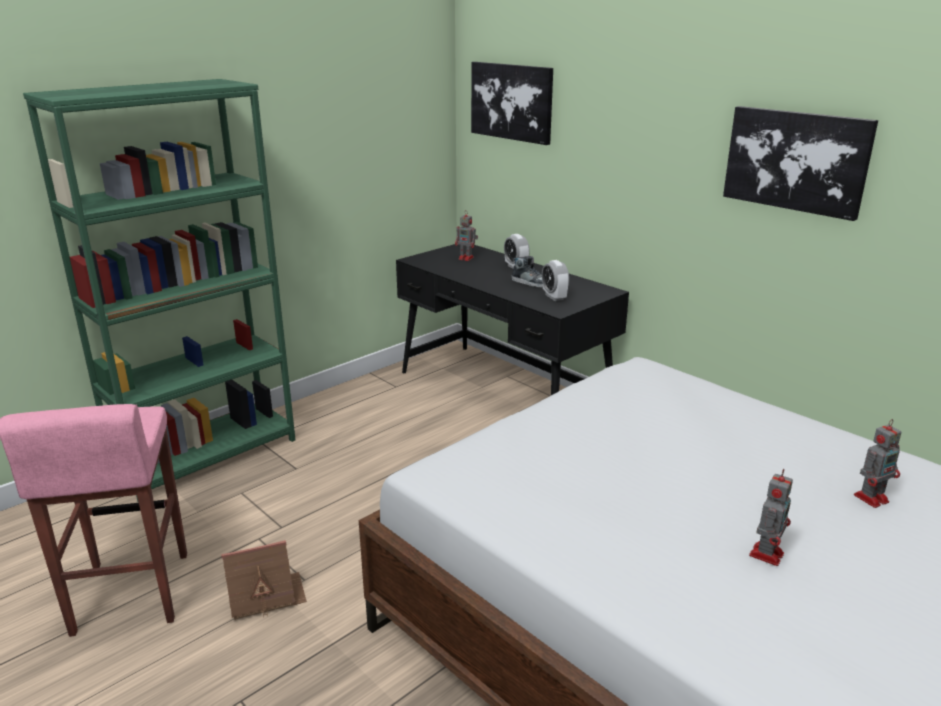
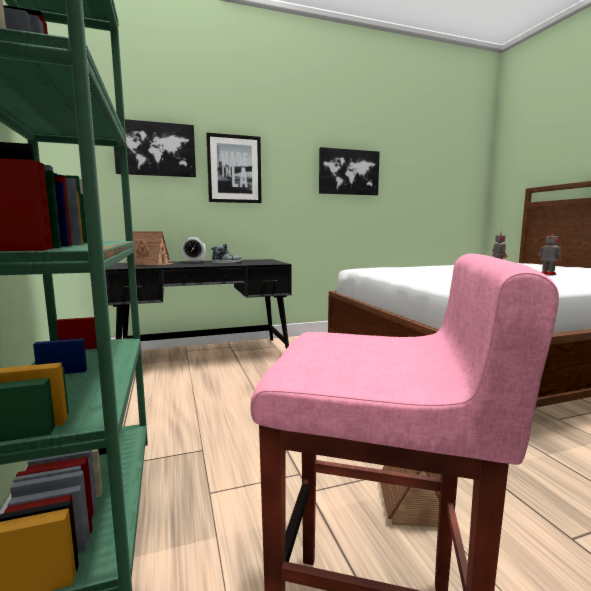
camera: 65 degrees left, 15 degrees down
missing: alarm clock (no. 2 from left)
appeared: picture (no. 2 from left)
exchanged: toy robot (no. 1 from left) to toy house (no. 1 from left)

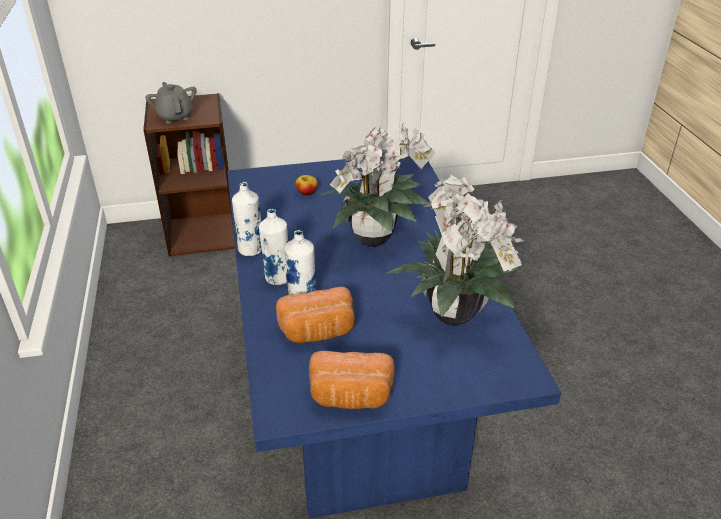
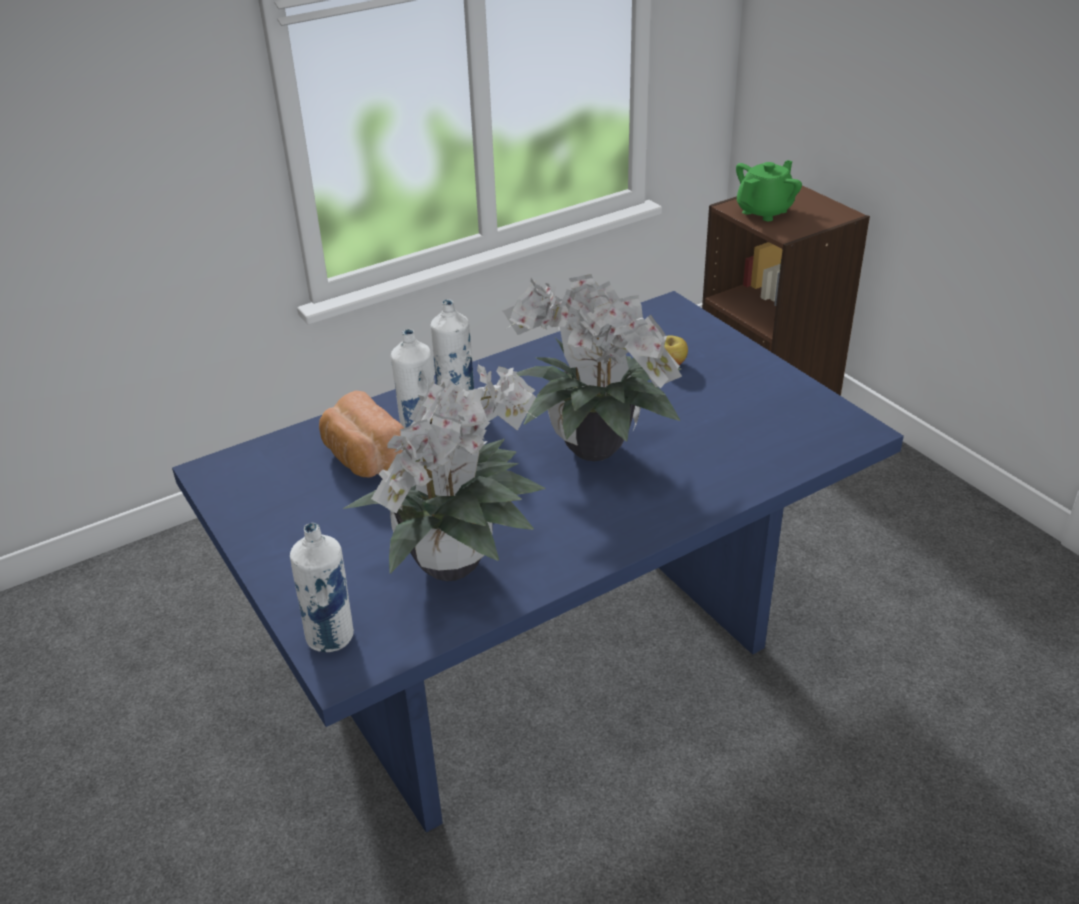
camera: 70 degrees right, 0 degrees up
missing: bread (no. 2 from left)
relocated: white bottle (no. 1 from left)
colour: grey teapot to green teapot

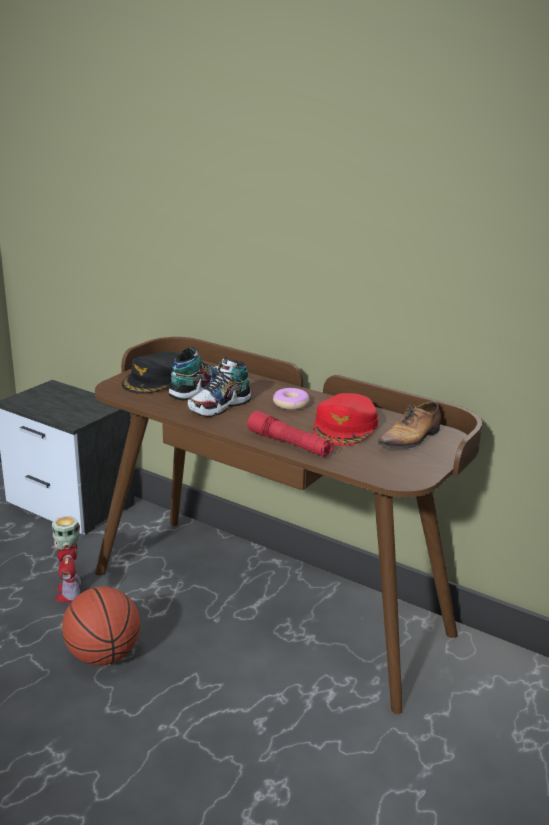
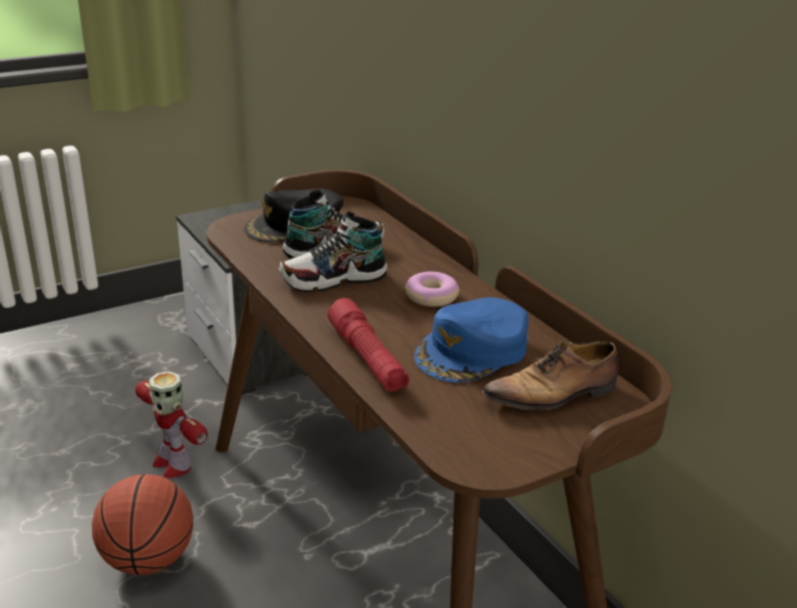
camera: 25 degrees right, 5 degrees up
colour: red cap to blue cap
spun: toy robot 60 degrees counterclockwise

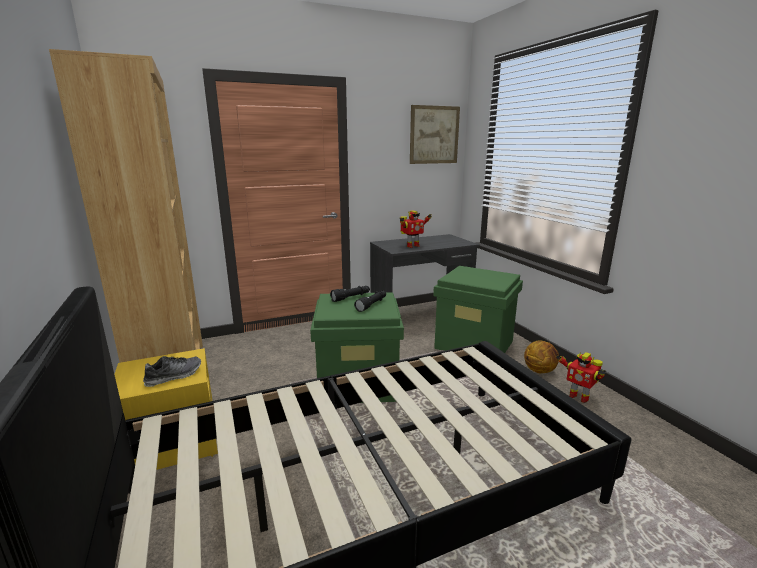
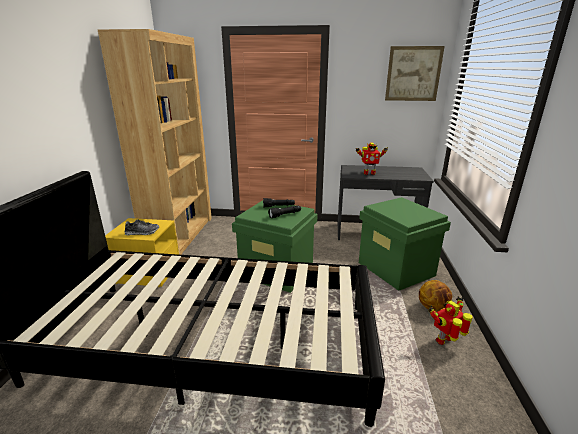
camera: 30 degrees right, 5 degrees up
spun: toy robot (no. 2 from left) 75 degrees clockwise

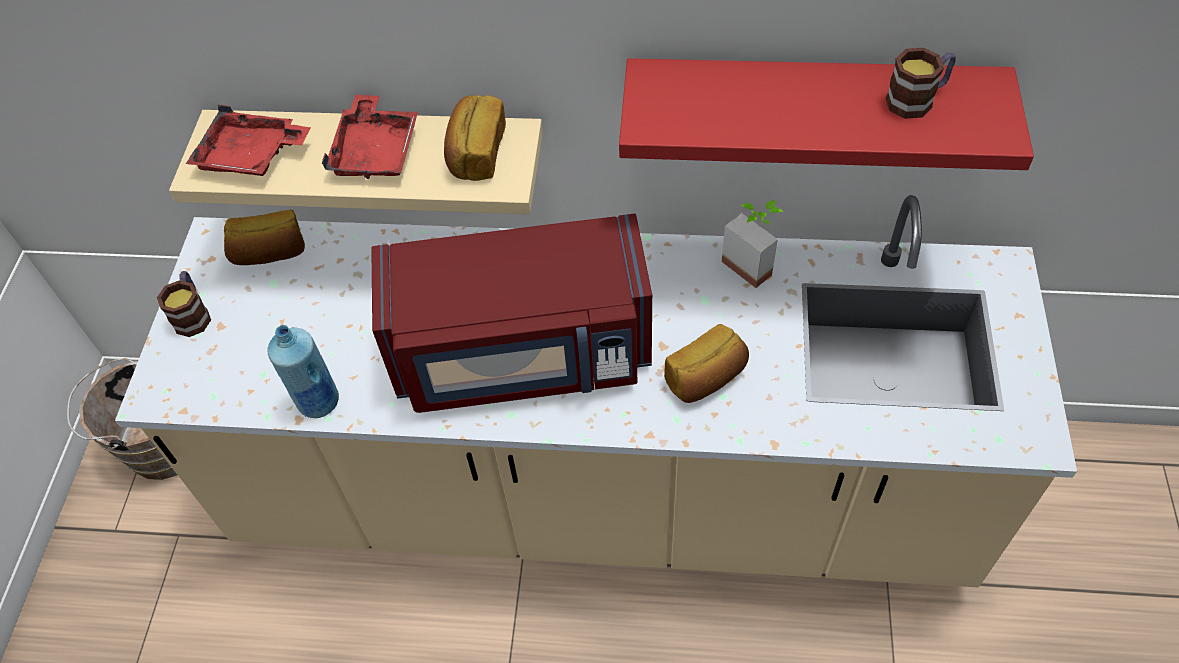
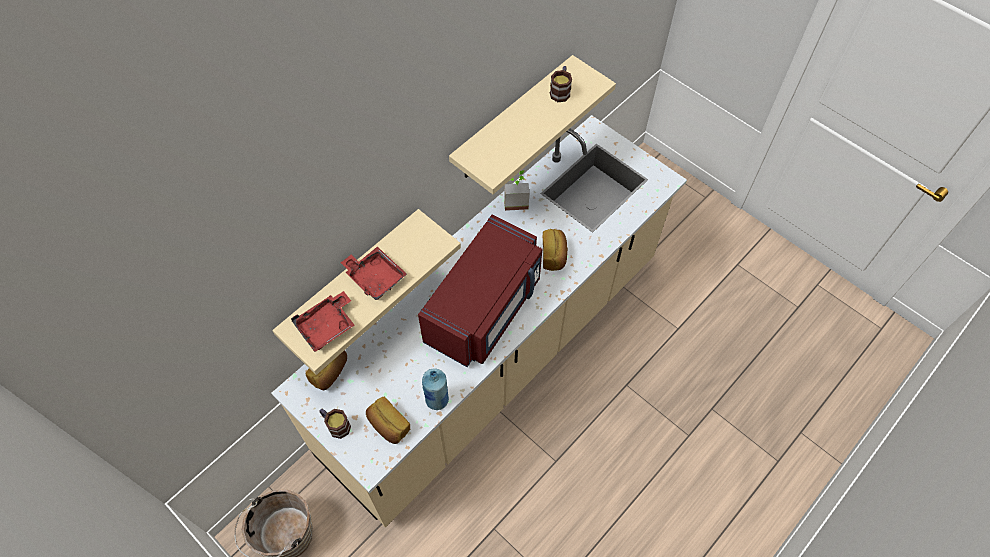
camera: 55 degrees left, 5 degrees up
relocated: bread (no. 2 from left)
colour: red shelf to beige shelf (no. 2 from left)

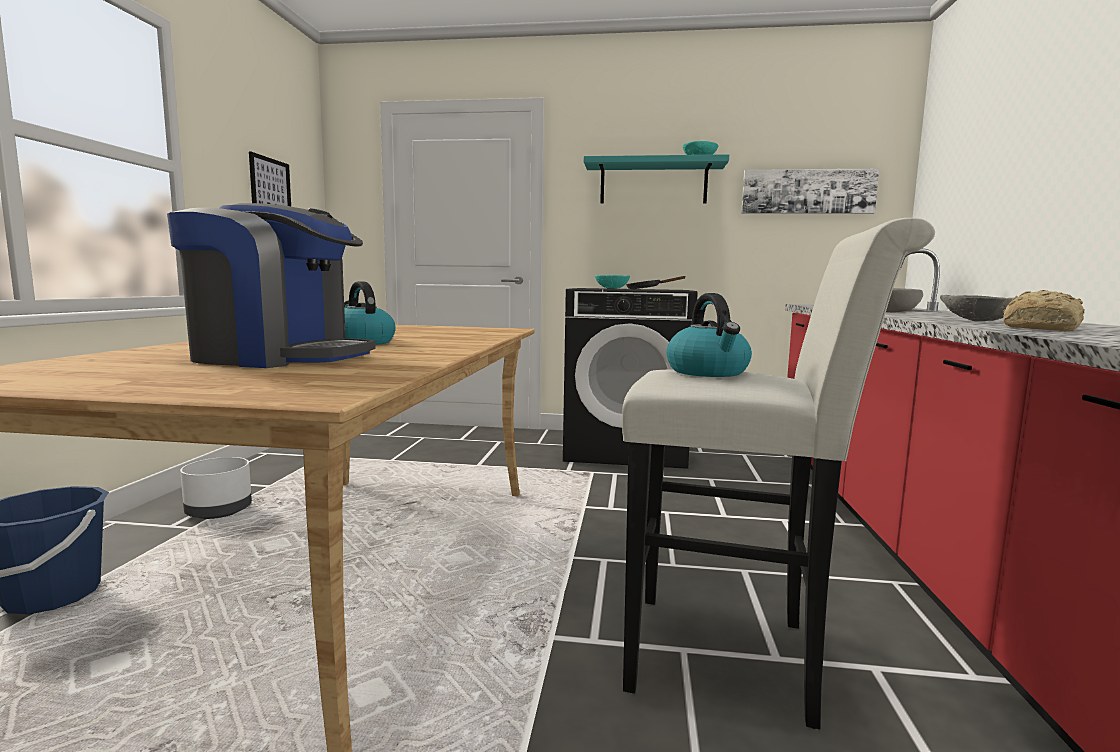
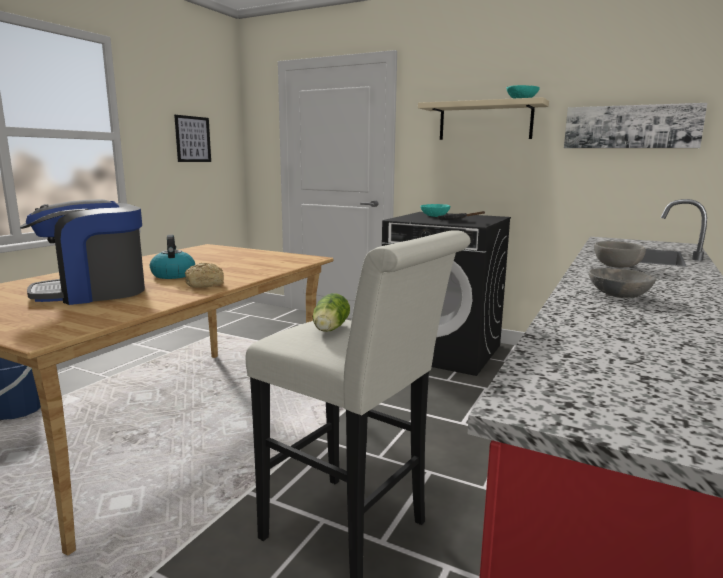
camera: 20 degrees right, 5 degrees up
missing: white planter
relocated: bread
exchanged: kettle (no. 2 from left) to lettuce
colour: turquoise shelf to beige shelf
spun: coffee machine 120 degrees clockwise

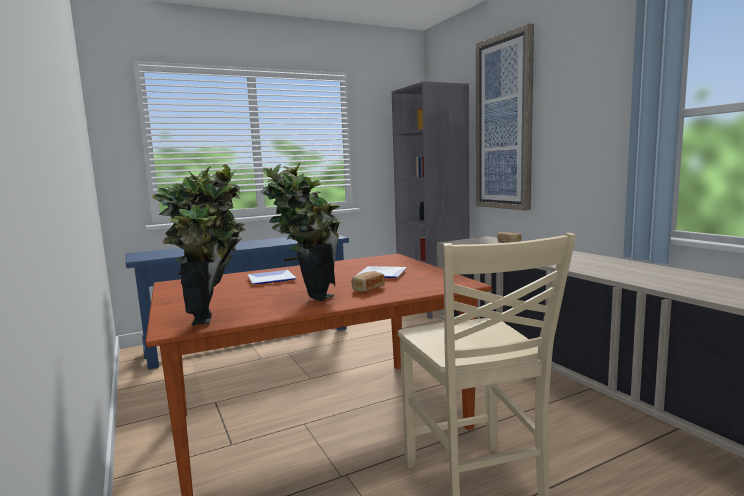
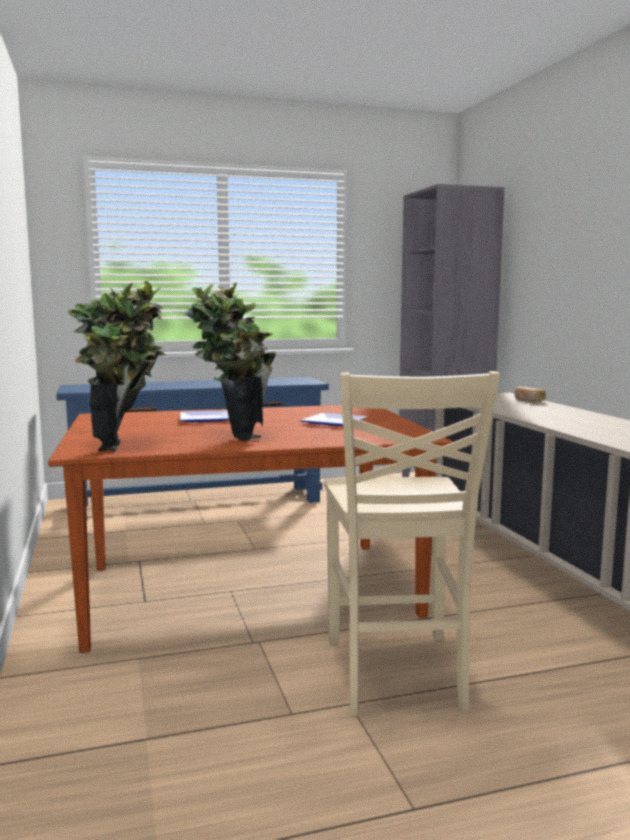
camera: 10 degrees right, 0 degrees up
missing: bread (no. 1 from left); picture

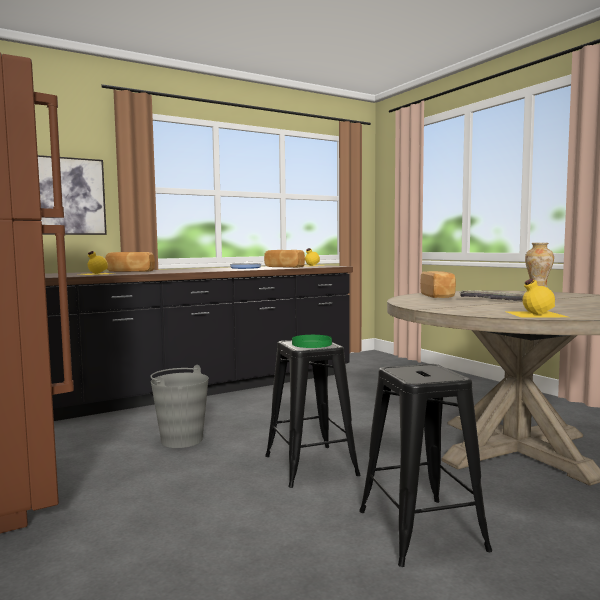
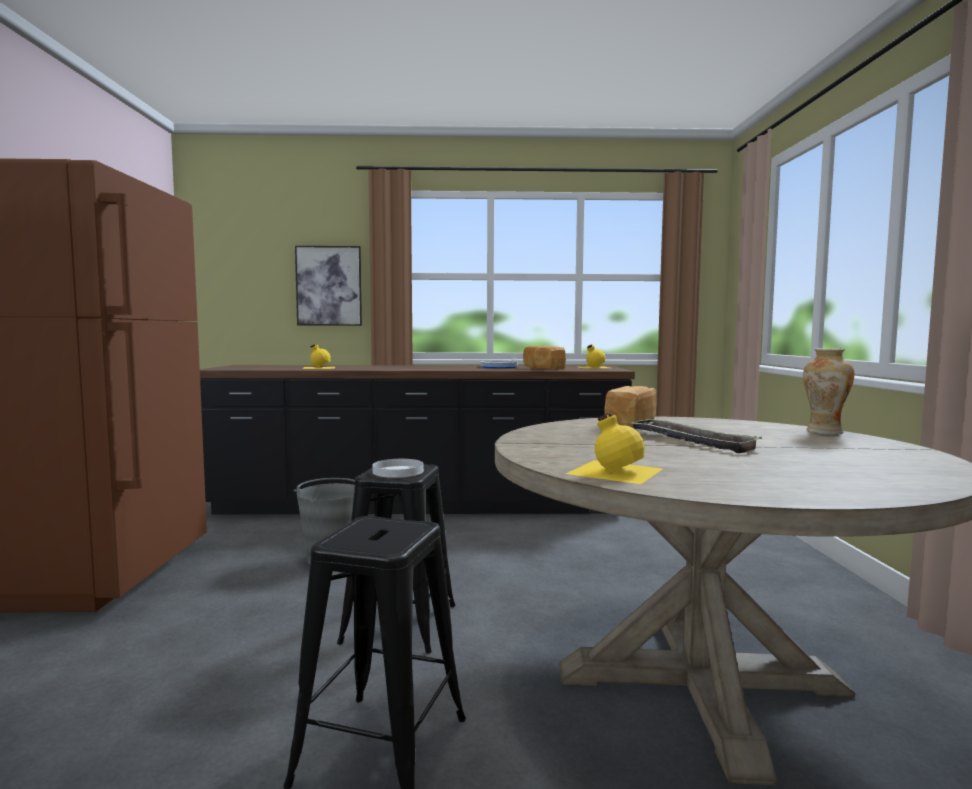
camera: 30 degrees right, 0 degrees up
missing: bread (no. 1 from left)
colour: green plate to white plate

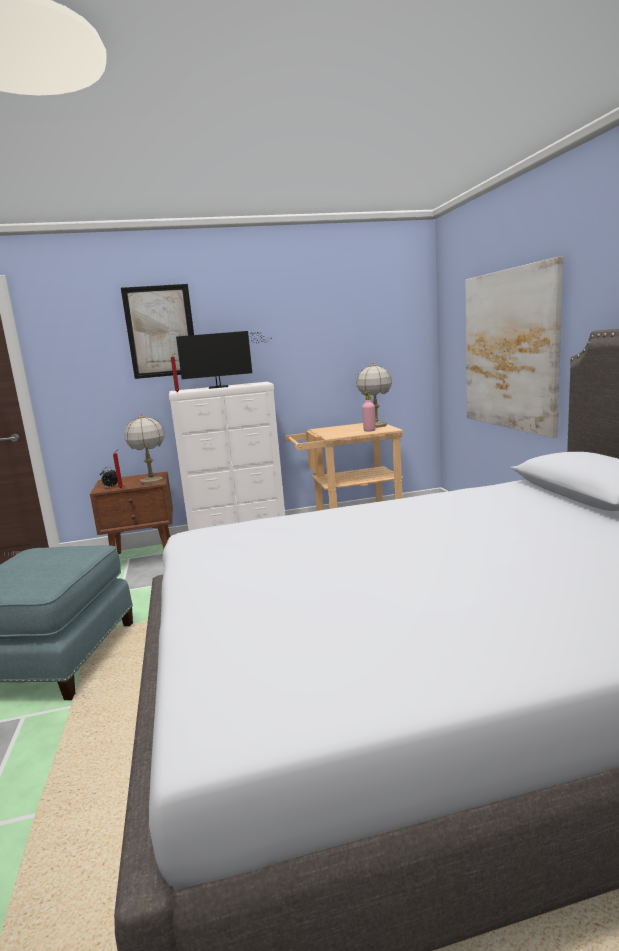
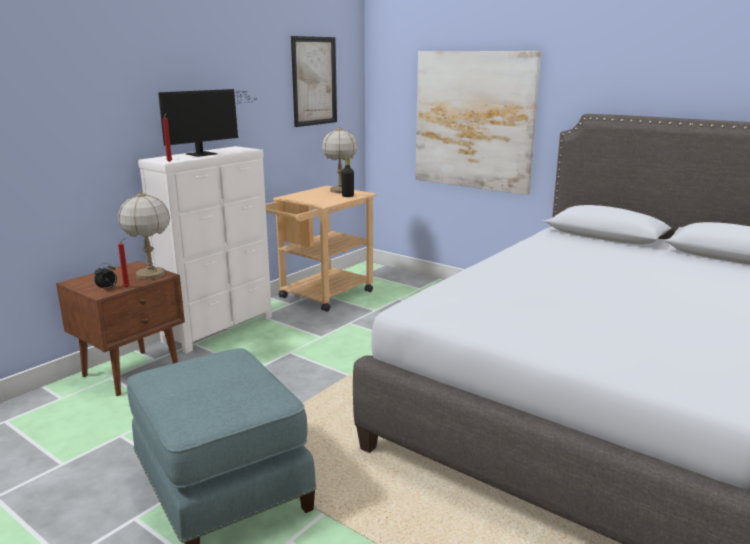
camera: 40 degrees left, 5 degrees up
relocated: picture (no. 1 from left)
colour: pink bottle to black bottle

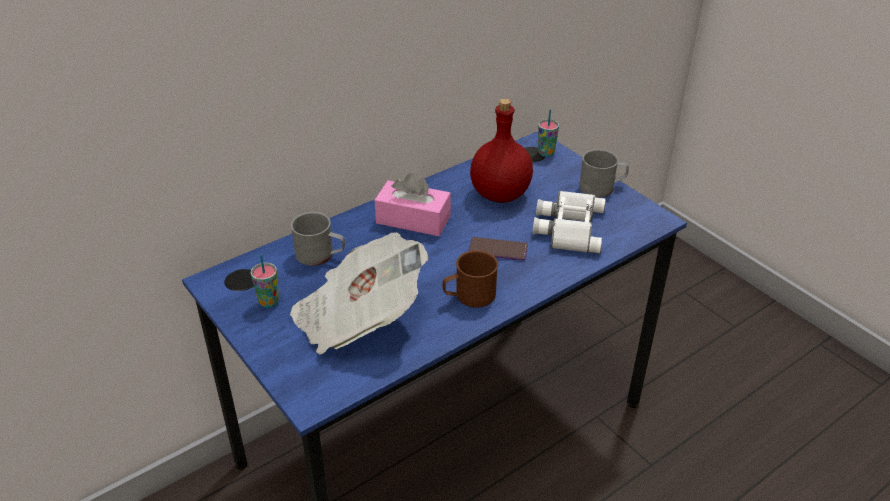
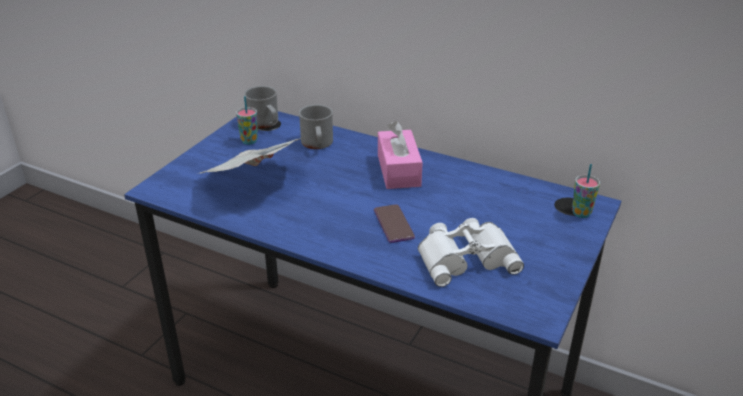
camera: 65 degrees right, 5 degrees down
missing: brown mug; red bottle
relocated: grey mug (no. 2 from left in the first image) to grey mug (no. 1 from left)

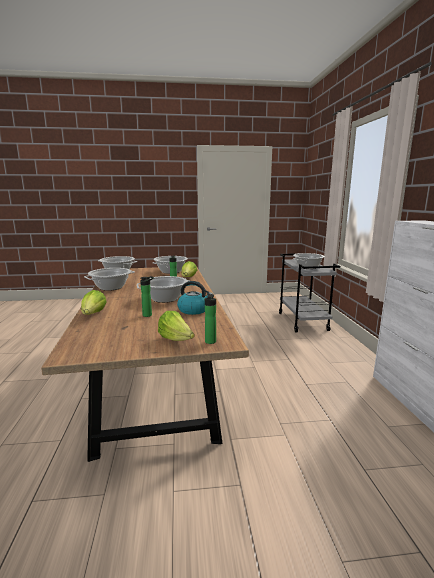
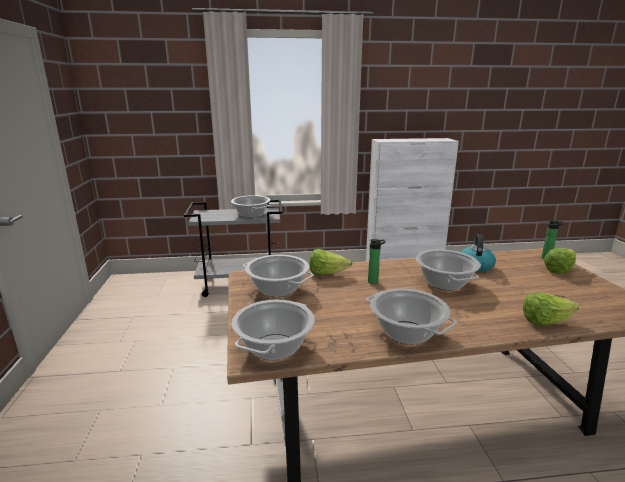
camera: 90 degrees left, 5 degrees up
missing: bottle (no. 1 from left)

